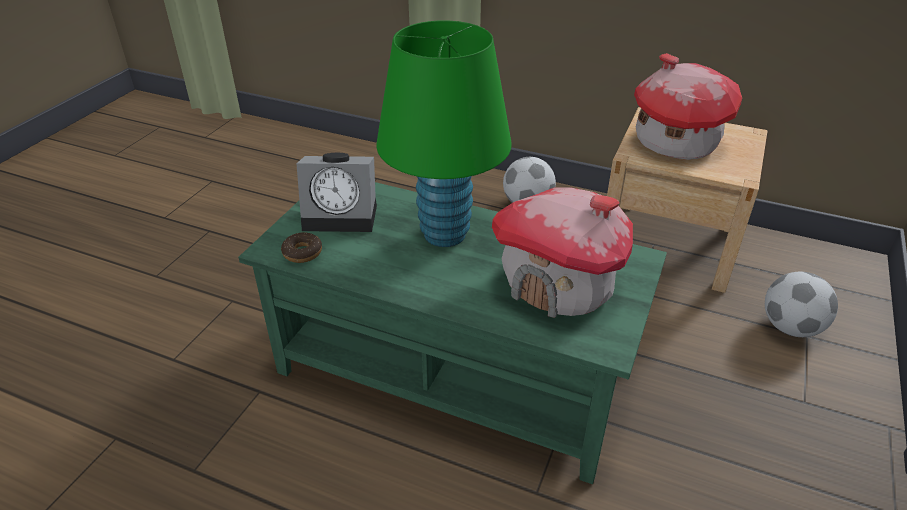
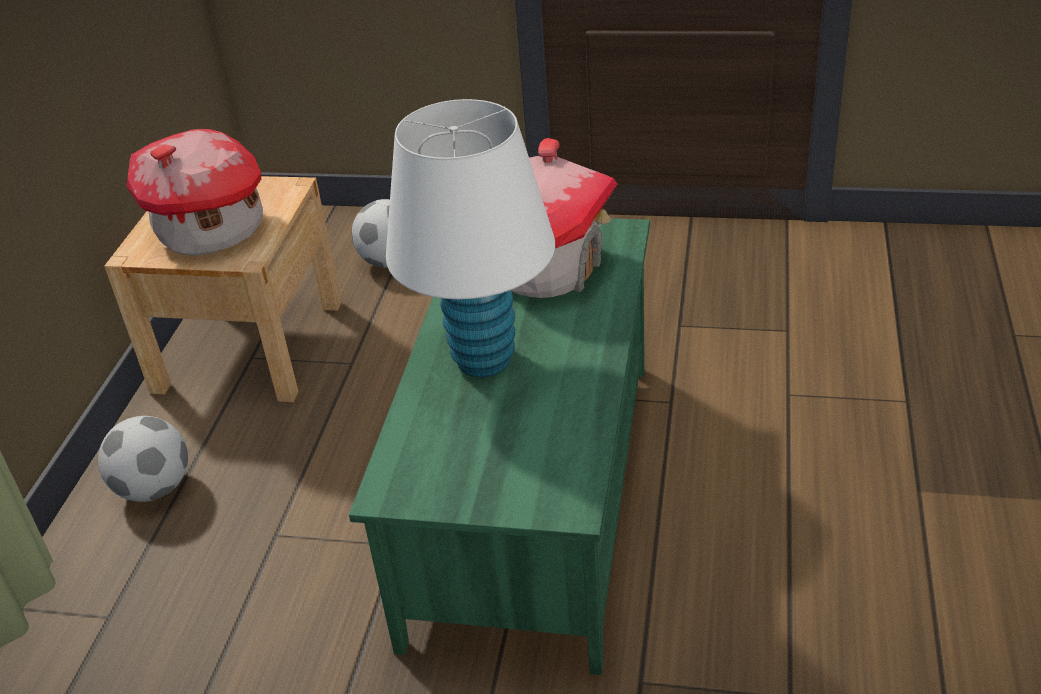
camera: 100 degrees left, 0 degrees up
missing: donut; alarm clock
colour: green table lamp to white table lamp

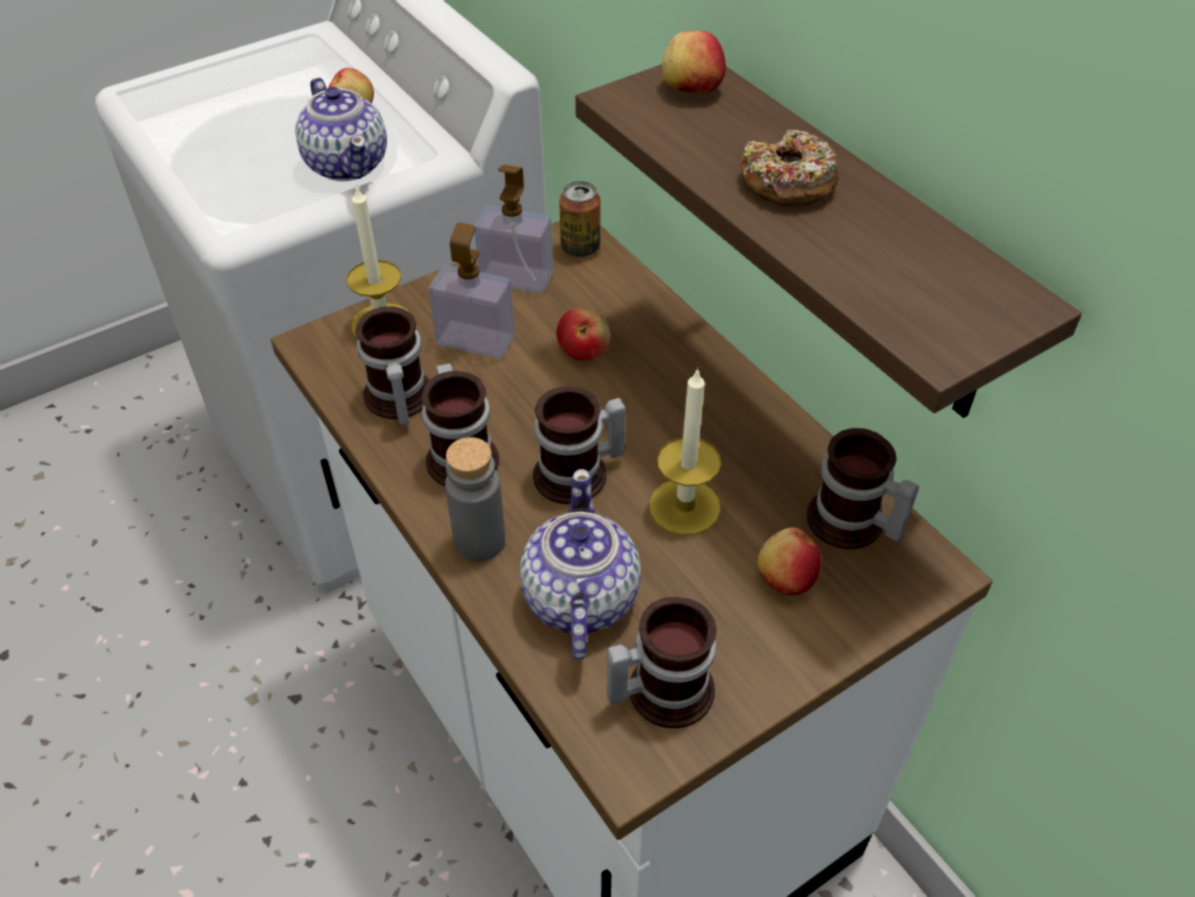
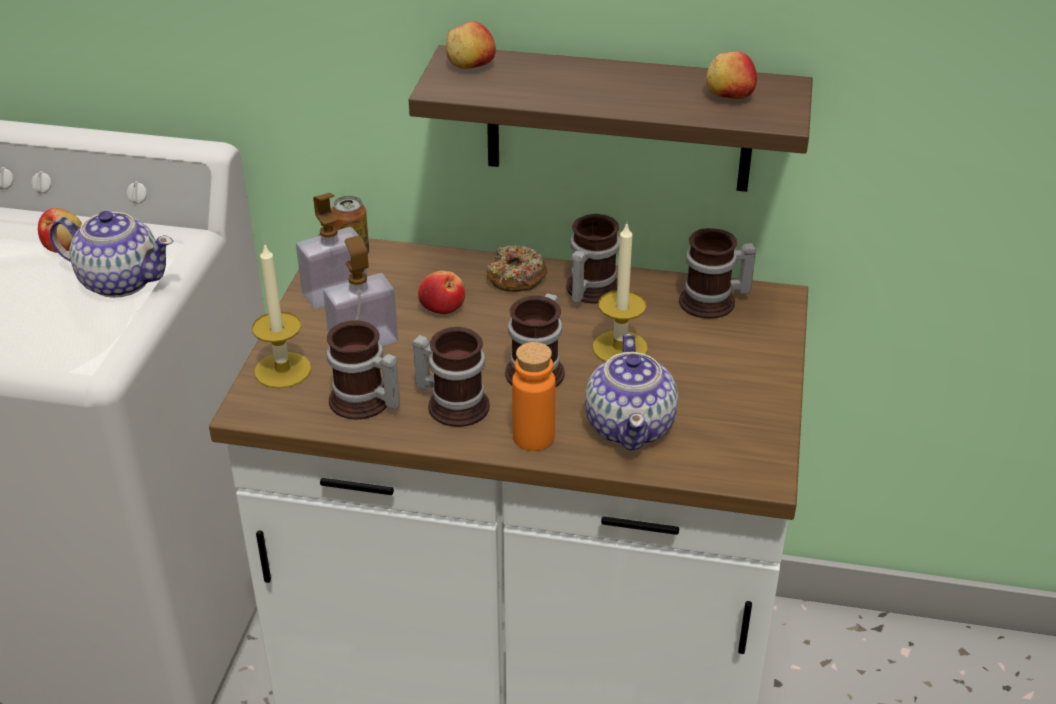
camera: 45 degrees left, 10 degrees down
relocated: mug (no. 4 from left); donut; apple (no. 4 from left)
colour: grey bottle to orange bottle
spun: teapot (no. 2 from left) 135 degrees counterclockwise

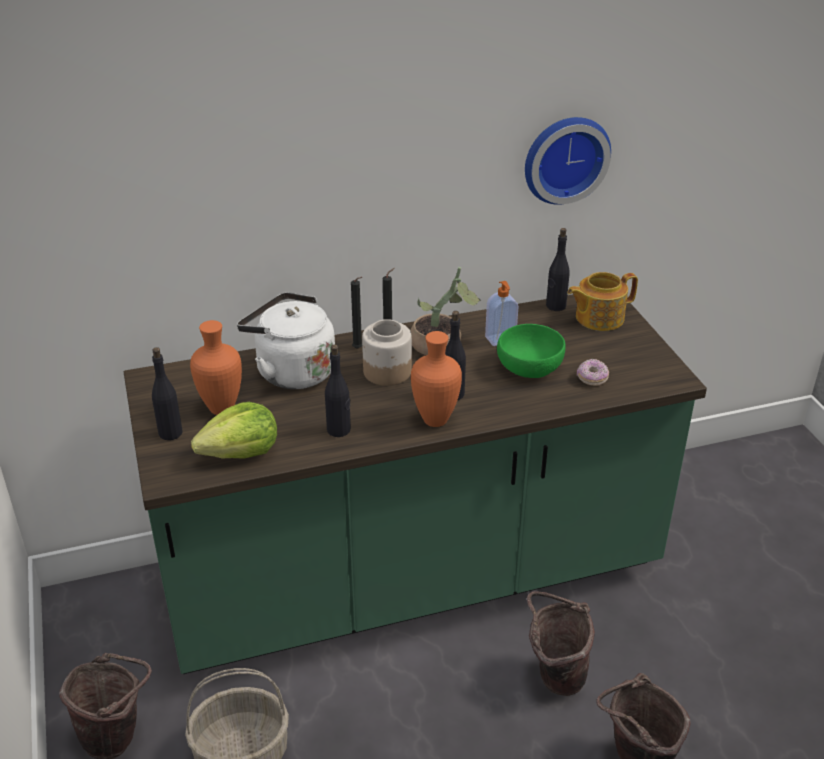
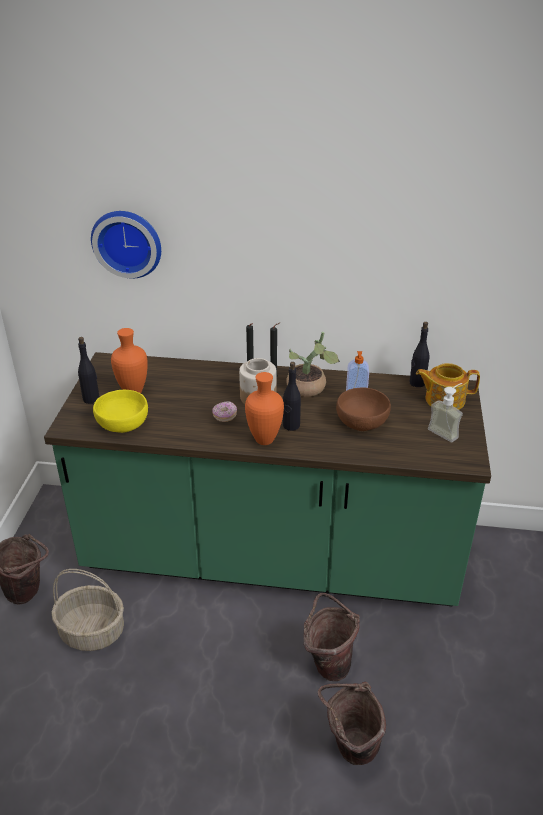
camera: 25 degrees right, 0 degrees up
missing: white kettle; black bottle (no. 2 from left)
appeared: soap dispenser (no. 2 from left)
relocated: wall clock; donut
exchanged: lettuce to yellow bowl
colour: green bowl to brown bowl

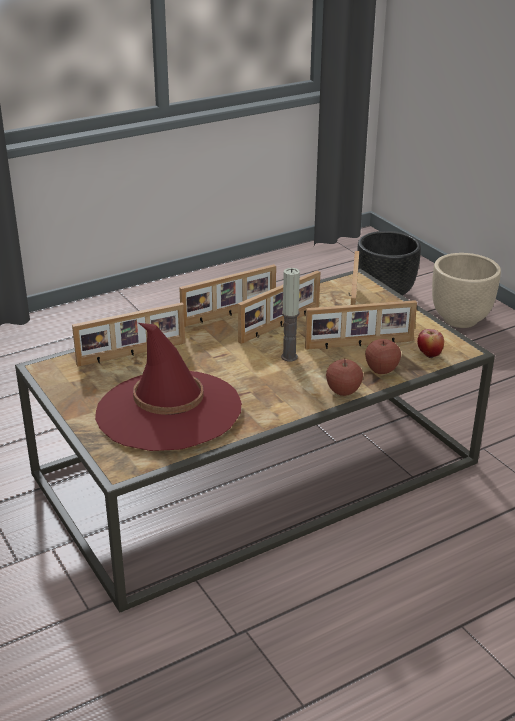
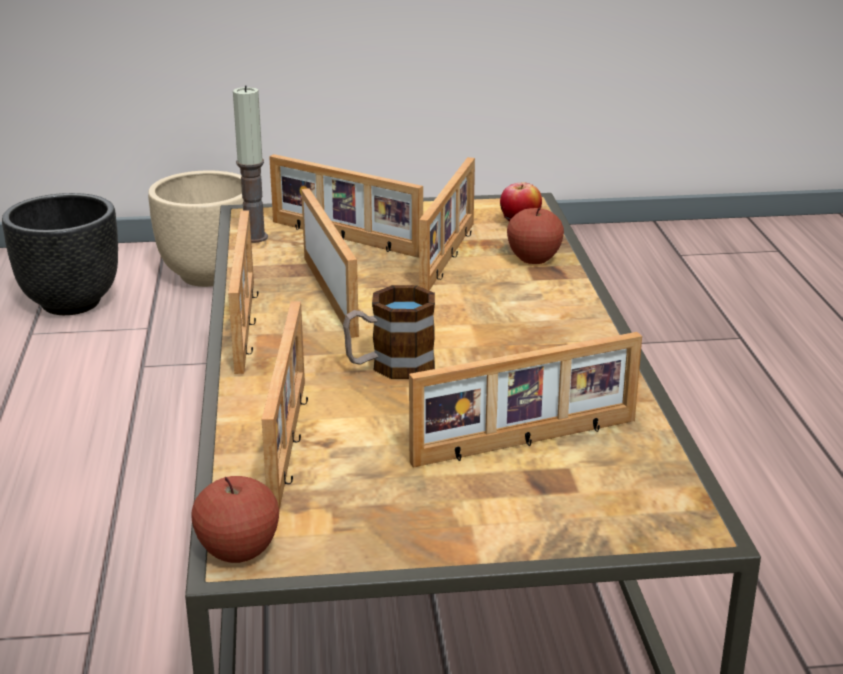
camera: 65 degrees left, 5 degrees down
appeared: mug
relocated: candle; apple (no. 1 from left)
exchanged: red hat to picture frame (no. 6 from left)

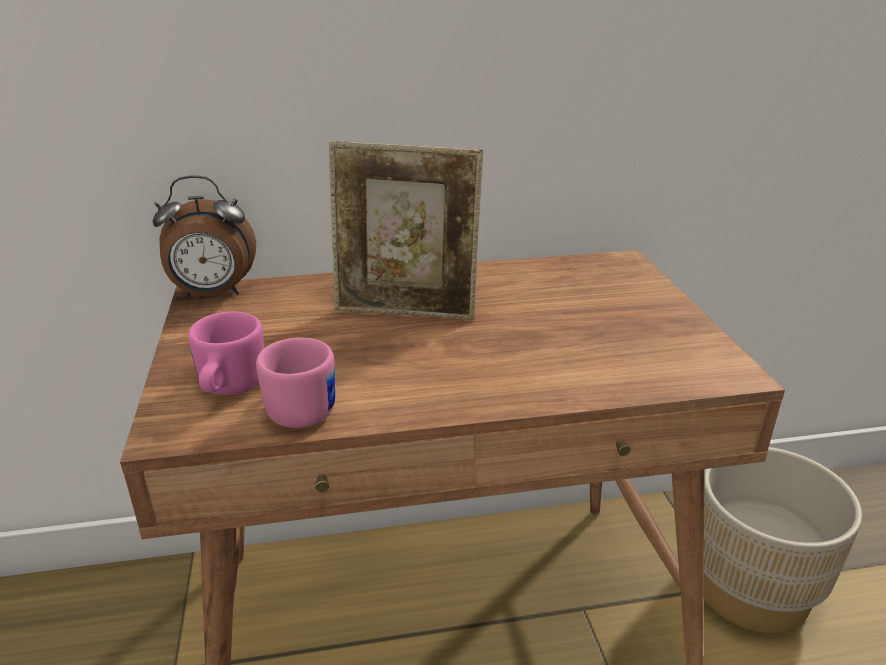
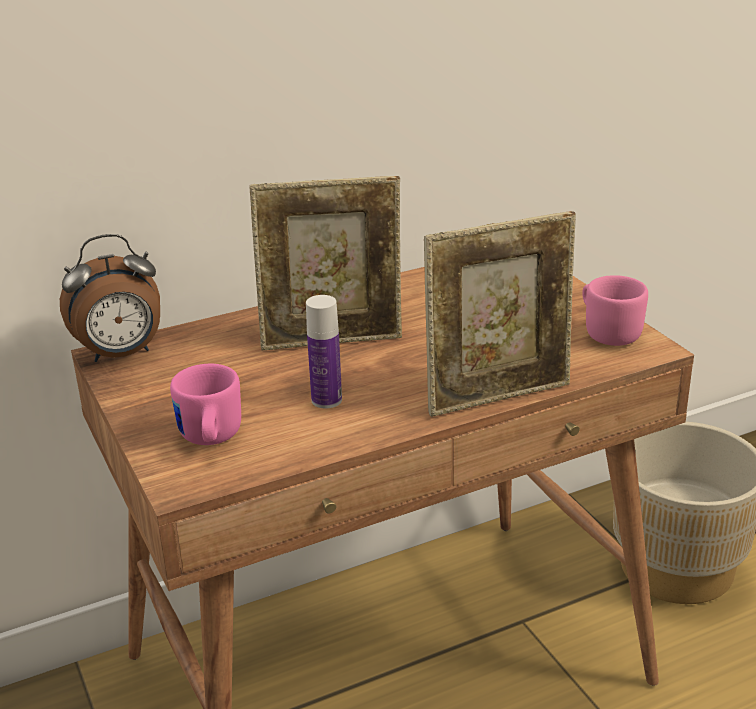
camera: 15 degrees left, 0 degrees up
appeared: bottle; picture frame (no. 2 from left)
relocated: pink mug (no. 2 from left)

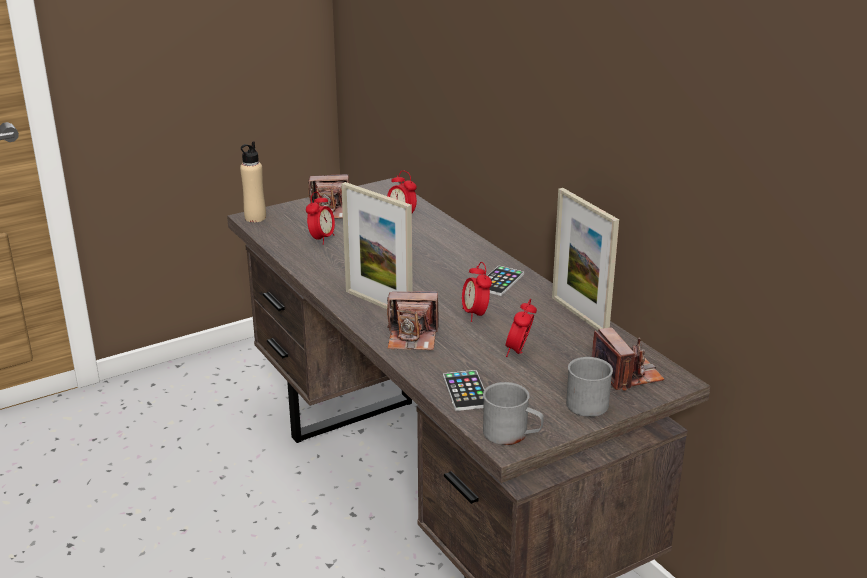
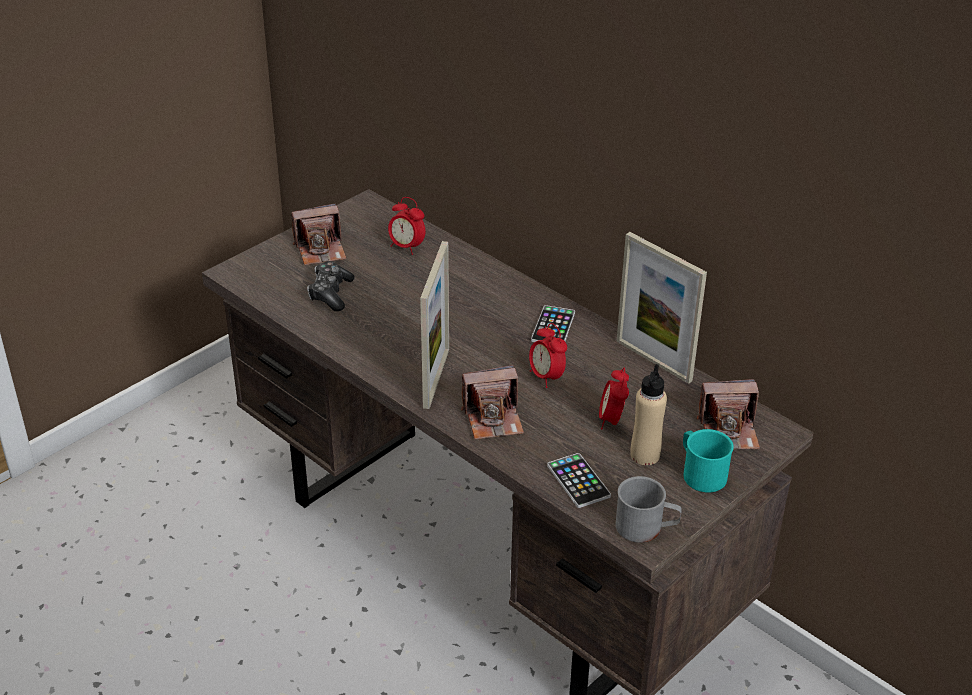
camera: 15 degrees left, 10 degrees up
relocated: beige bottle
exchanged: alarm clock (no. 1 from left) to game controller
colour: grey mug (no. 2 from left) to turquoise mug
spun: picture frame (no. 1 from left) 105 degrees counterclockwise; photo camera (no. 3 from left) 120 degrees clockwise

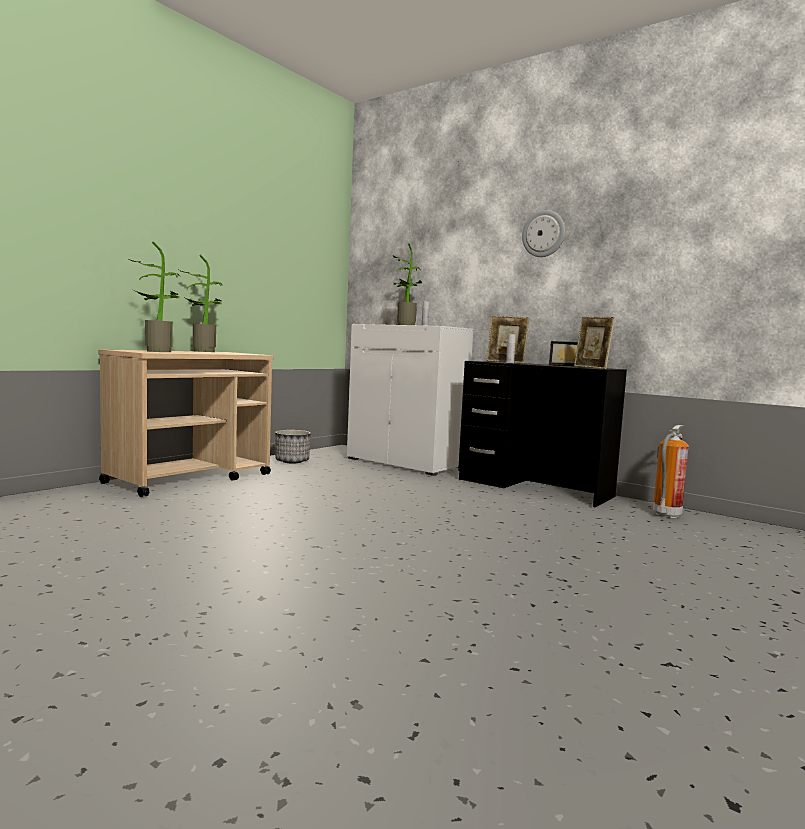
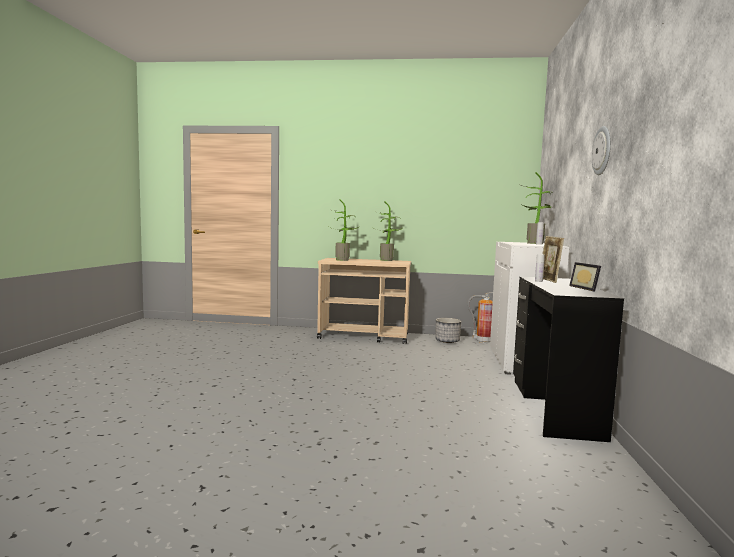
camera: 60 degrees right, 0 degrees up
missing: picture frame (no. 3 from left)
relocated: fire extinguisher

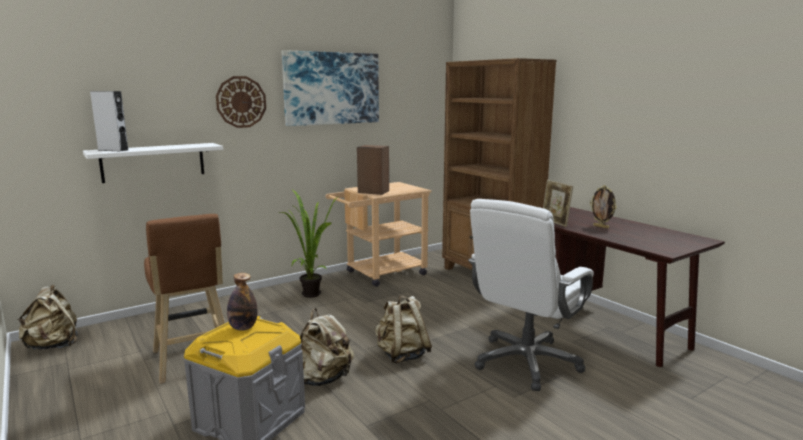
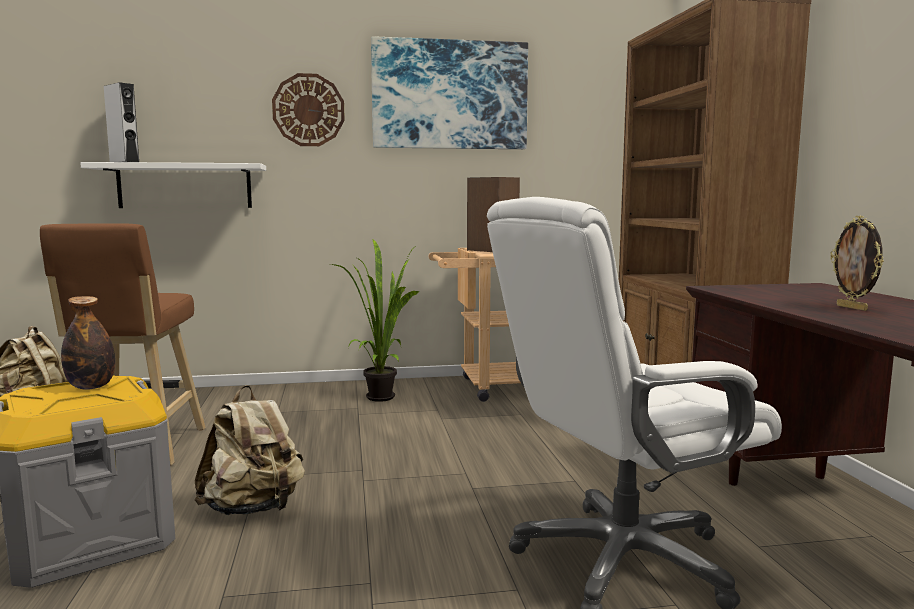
camera: 25 degrees right, 5 degrees down
missing: beige backpack (no. 3 from left); picture frame (no. 1 from left)

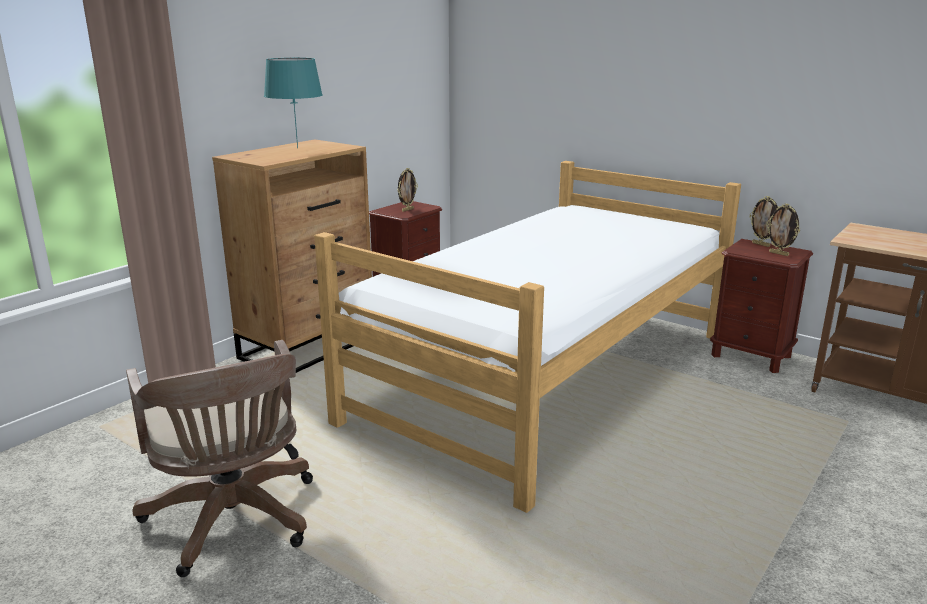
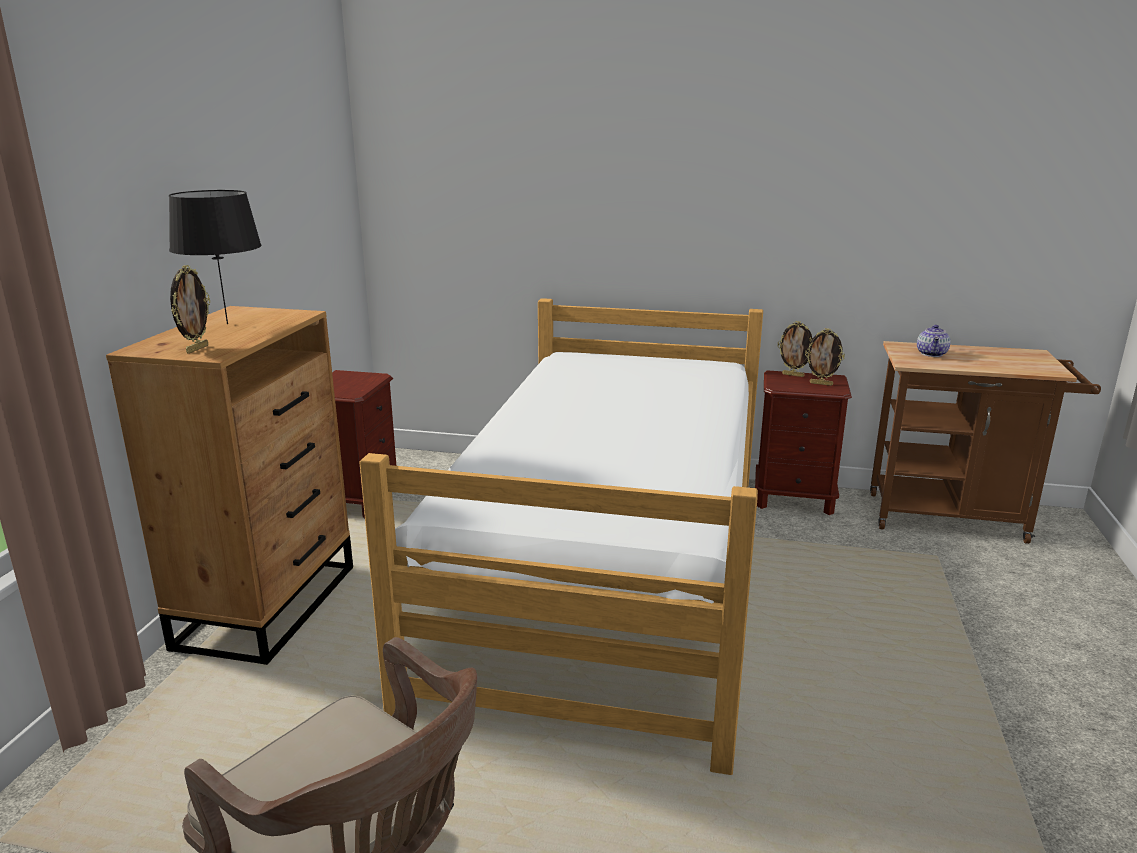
camera: 25 degrees left, 0 degrees up
appeared: teapot
relocated: picture frame (no. 1 from left)
colour: turquoise table lamp to black table lamp

